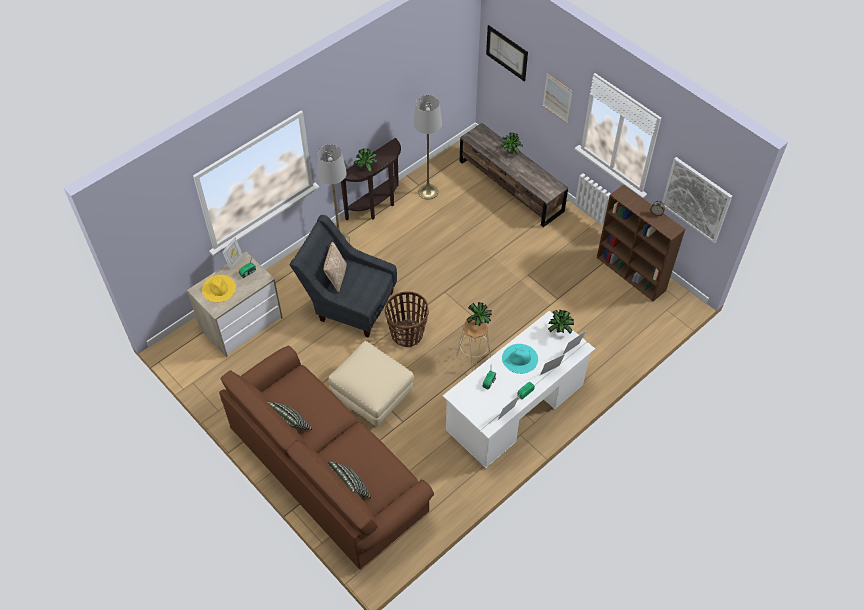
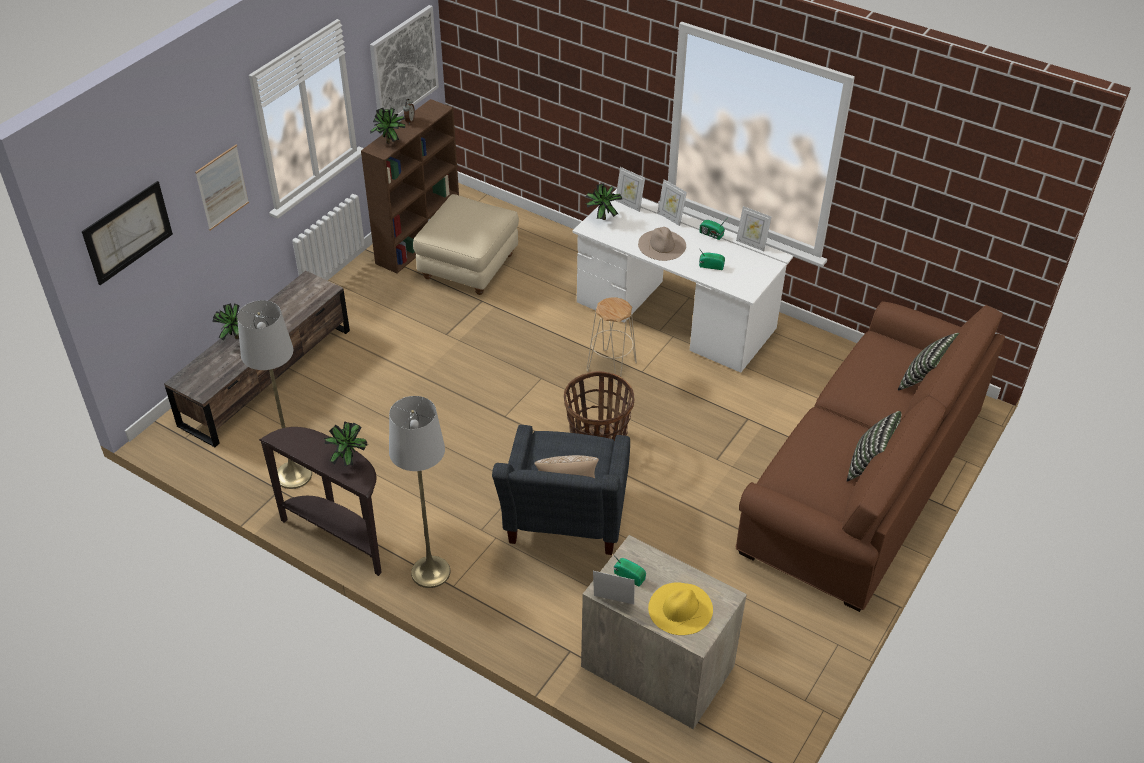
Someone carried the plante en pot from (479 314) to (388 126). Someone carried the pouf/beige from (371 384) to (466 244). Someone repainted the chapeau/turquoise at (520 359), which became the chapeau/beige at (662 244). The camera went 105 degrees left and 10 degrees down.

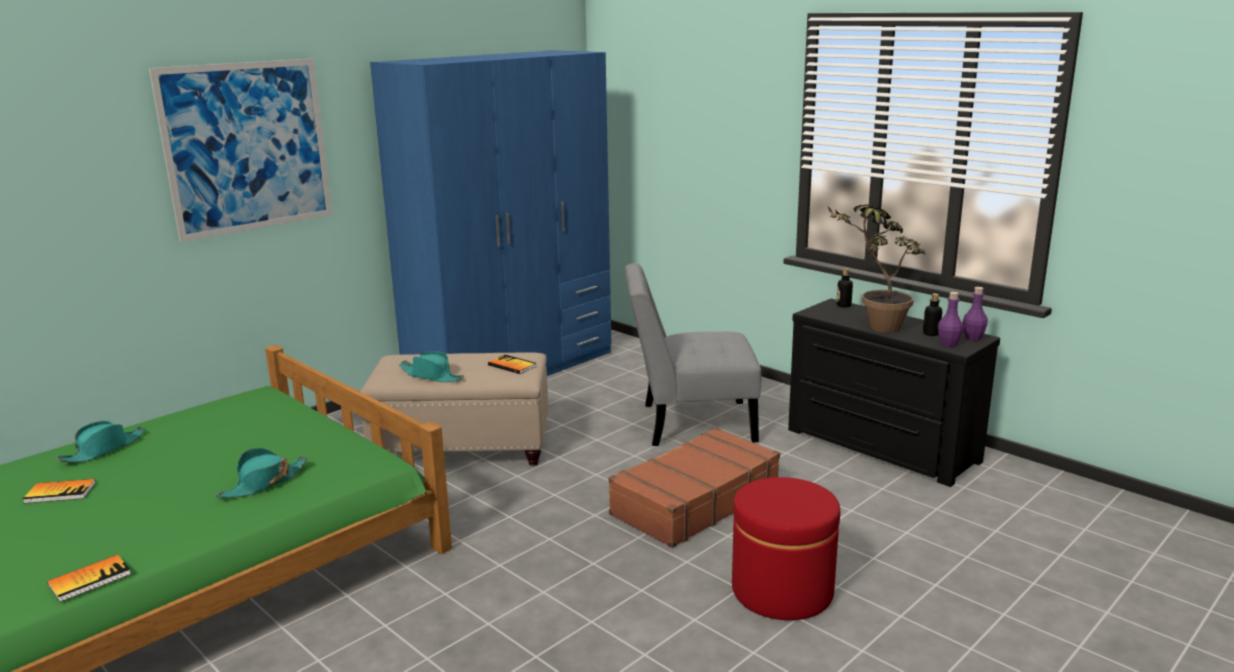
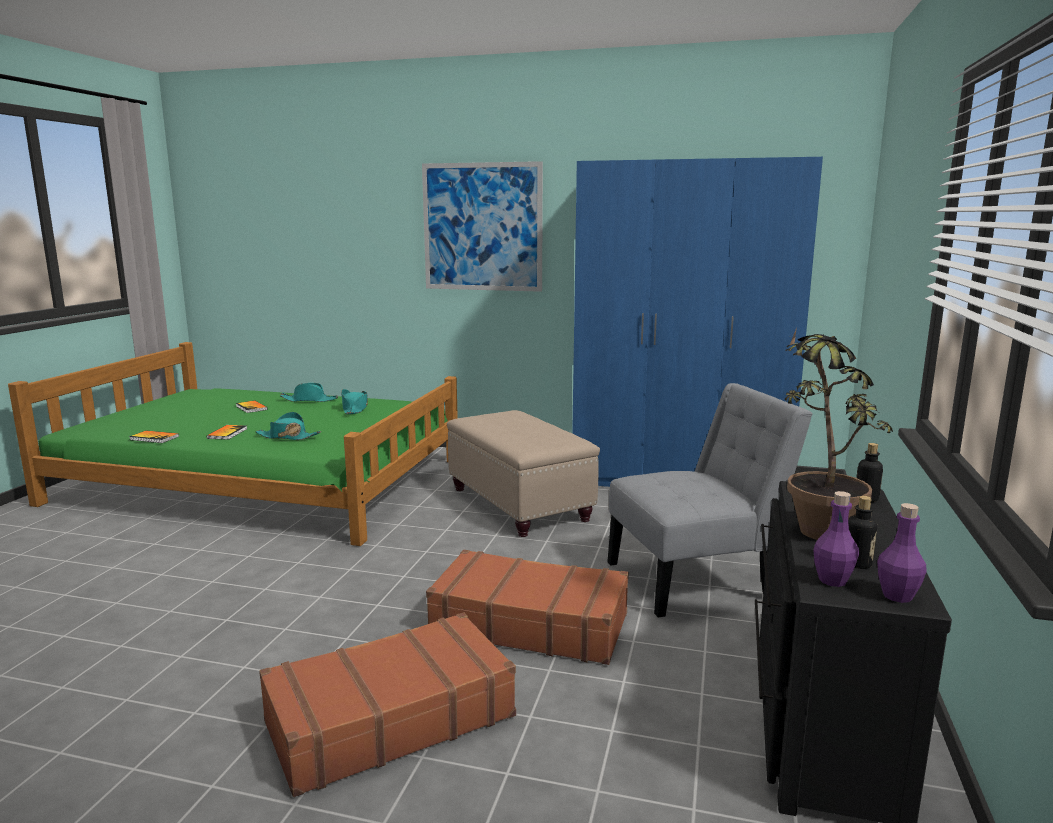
Someone rotated the chaise/gris at (693 354) by 105 degrees clockwise. Someone carried the chapeau/turquoise from (431 366) to (354 401). Someone carried the livre from (512 364) to (226 432). Someone swapped the pouf/rouge at (786 548) for the valise/marron at (387 704). The camera went 60 degrees right and 5 degrees down.

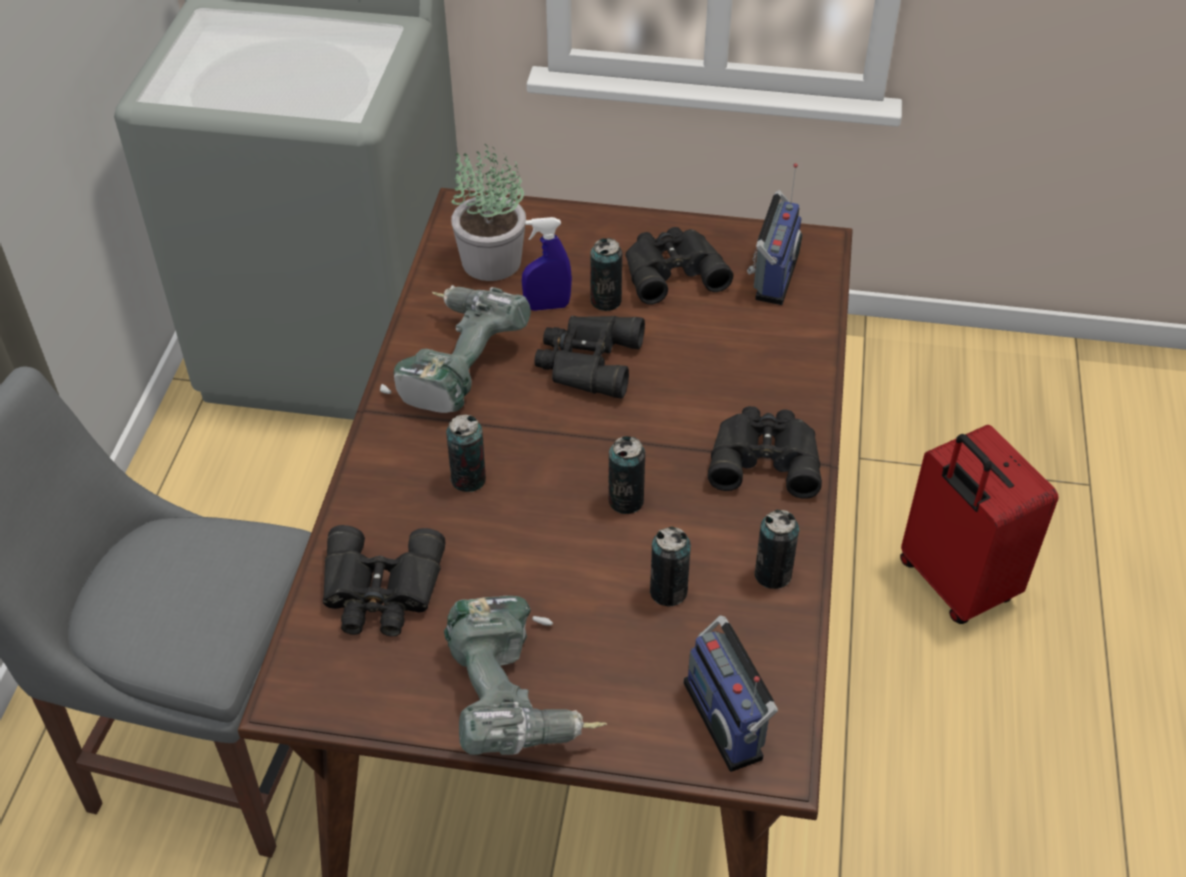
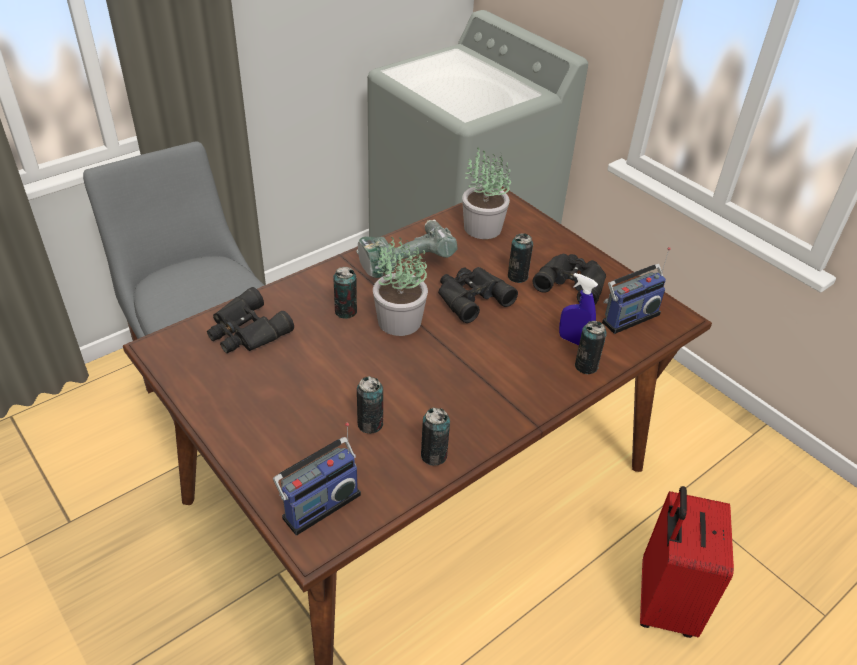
Someone carried the vaporisateur/bleu from (547 264) to (578 309). Someone took away the jumelles/noir at (765 452). Someone carried the boîte métallique from (627 475) to (591 347). Someone took away the perceuse at (525 675). Someone rotated the radio at (731 693) by 150 degrees counterclockwise. Someone put down the plante en pot at (400 286). The camera went 40 degrees right and 5 degrees down.

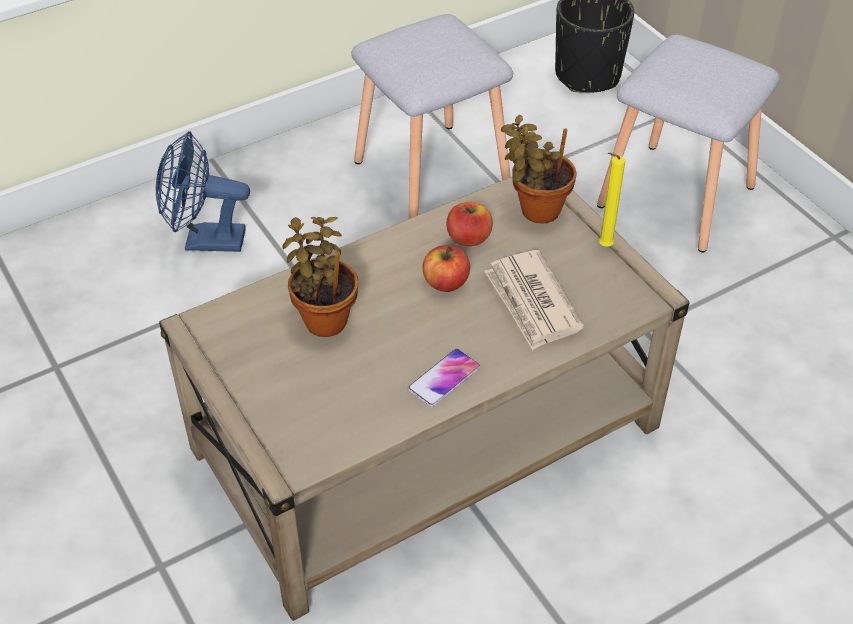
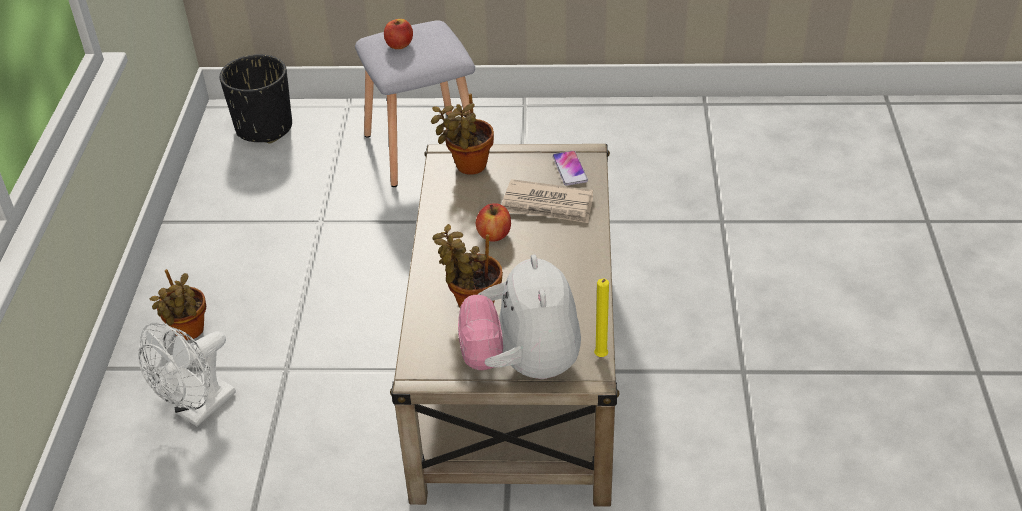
Someone took away the tabouret/gris at (432 116). Someone repainted the ventilateur/bleu at (203 191), which became the ventilateur/blanc at (187 374). Someone carried the bougie/jaune from (612 200) to (601 318). Someone carried the pomme from (469 224) to (398 34). Someone carried the téléphone from (444 378) to (570 168). Someone put down the peluche at (519 316). Someone put down the plante en pot at (178 304). The camera went 55 degrees left and 5 degrees down.

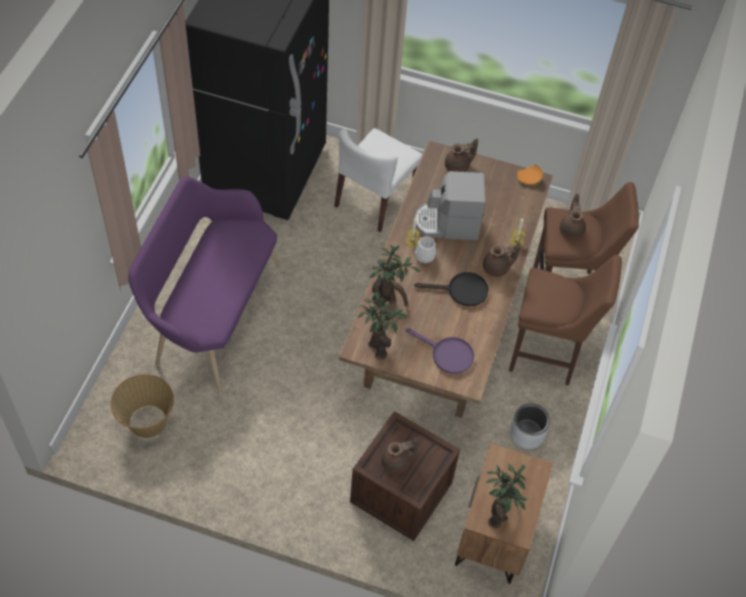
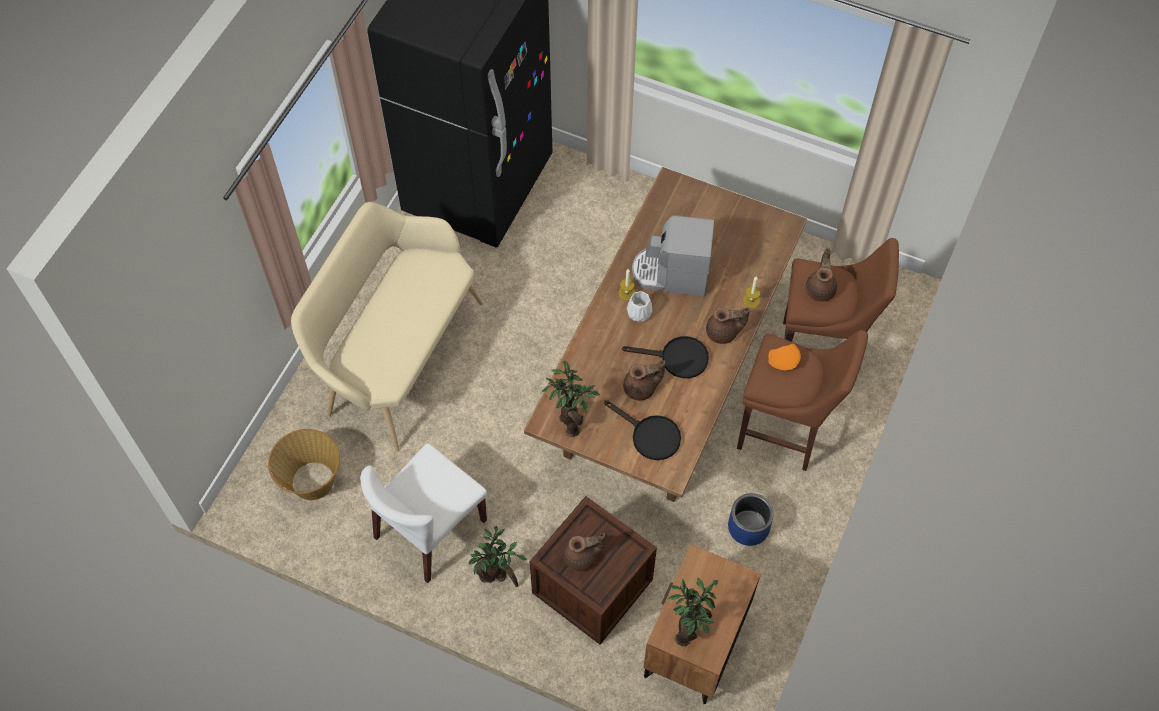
Someone carried the chaise/blanc from (378 180) to (424 513). Someone carried the théière/marron from (461 155) to (644 380). Someone carried the assiette/orange from (530 174) to (784 356). Someone repainted the banc/violet at (204 284), which became the banc/beige at (387 327). Someone carried the plante en pot from (394 276) to (497 556). Someone repainted the poêle/violet at (439 351), which became the poêle/noir at (642 430). Someone repainted the cache-pot/gris at (530 426), which became the cache-pot/bleu at (751 519). The camera went 10 degrees right and 5 degrees up.

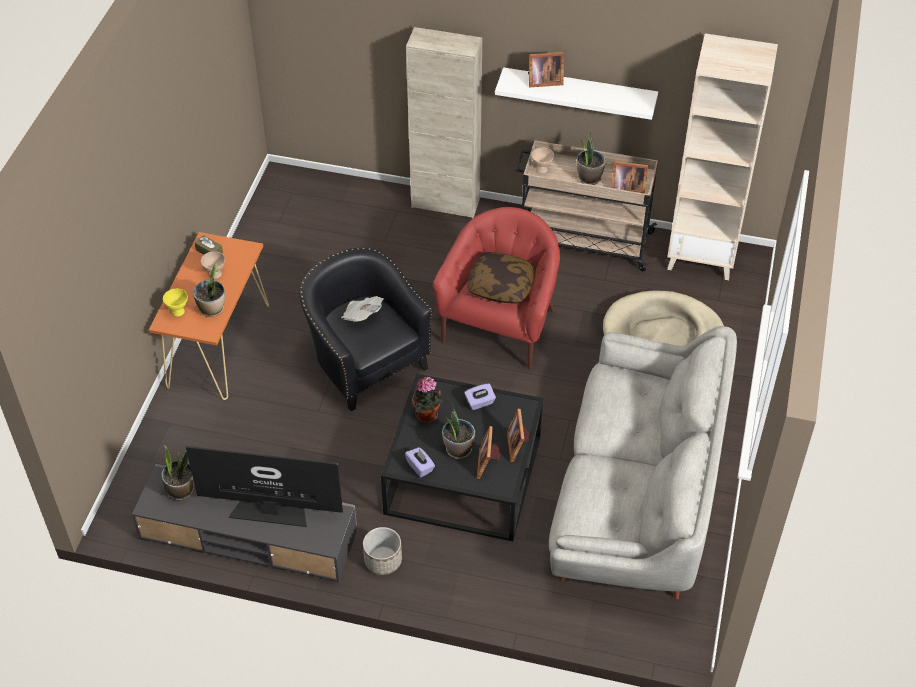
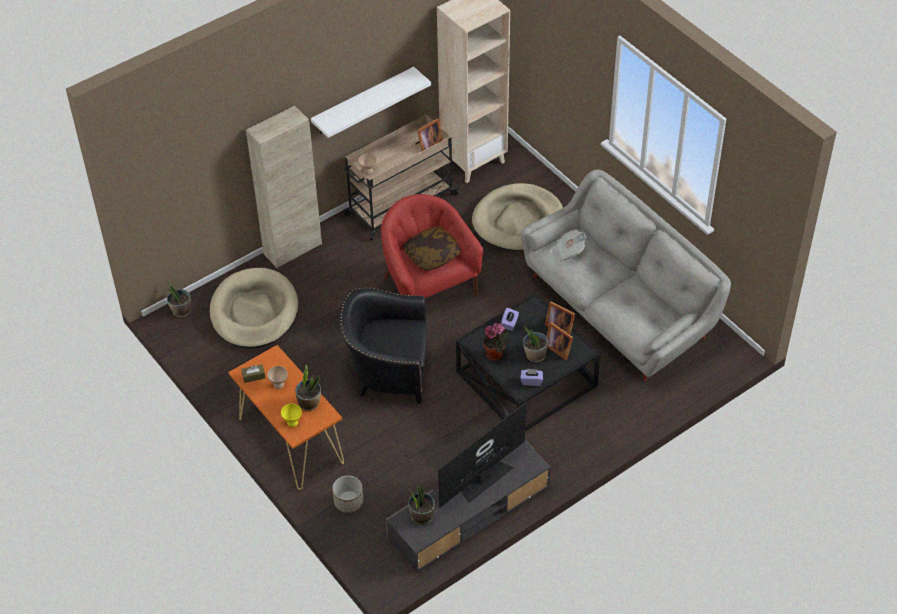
Someone took away the cadre photo at (546 69). Someone carried the plante en pot from (591 158) to (179 298). Someone carried the journal from (362 309) to (568 246). Someone carried the cache-pot from (382 551) to (347 494). Someone put down the panier pour chien/beige at (254 308). The camera went 50 degrees left and 0 degrees up.

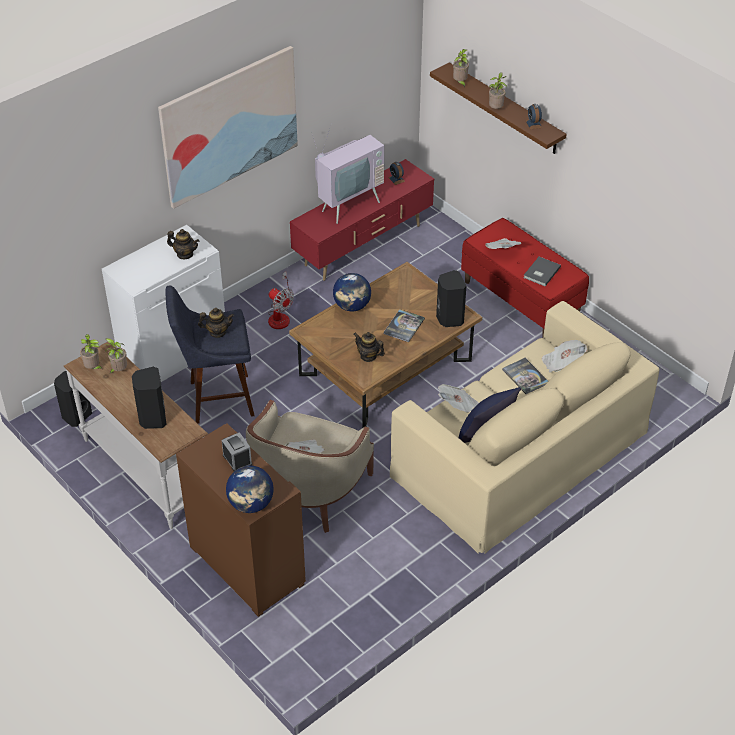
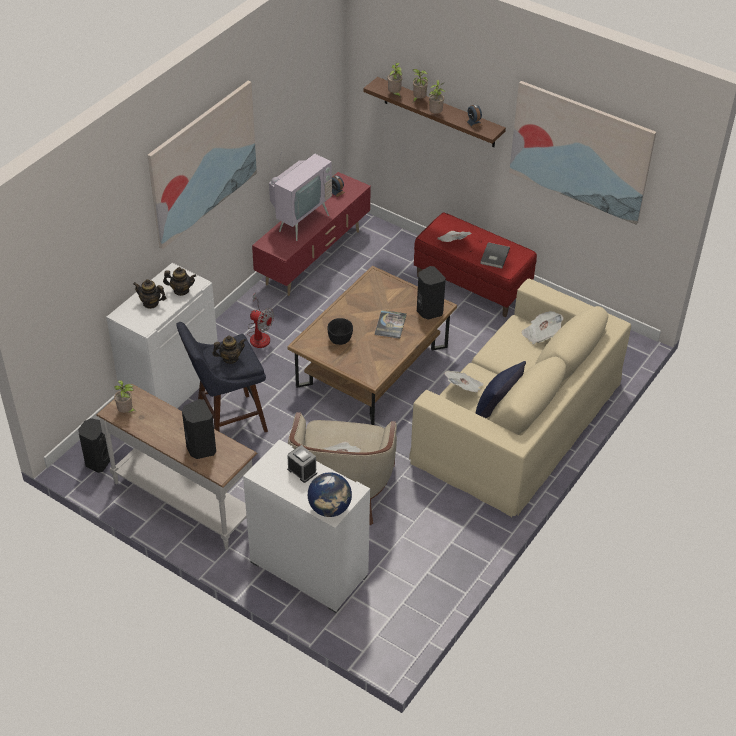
Someone took away the globe at (352 292). Someone carried the théière from (369 347) to (149 294). Someone carried the plante en pot from (114 356) to (420 85). Someone took away the livre at (525 376). Someone repainted the meuble de rangement/marron at (241 520), which became the meuble de rangement/blanc at (306 526). Someone put up the tableau at (582 153). Someone put down the bol/noir at (340 331). The camera went 15 degrees left and 0 degrees up.

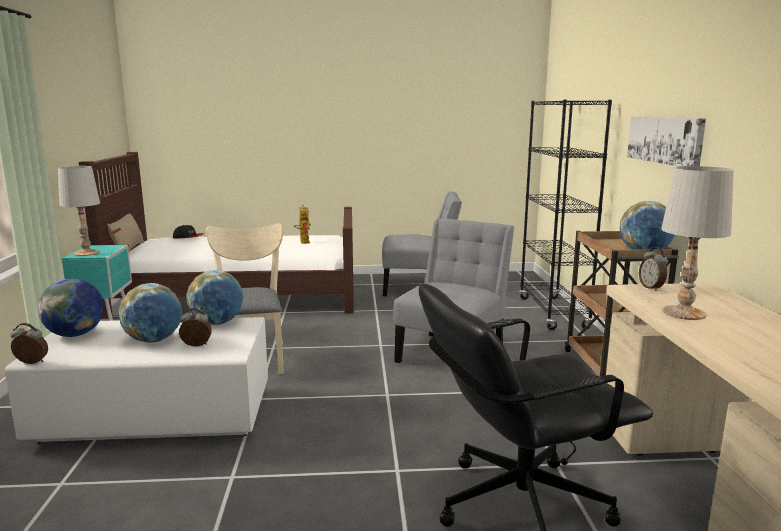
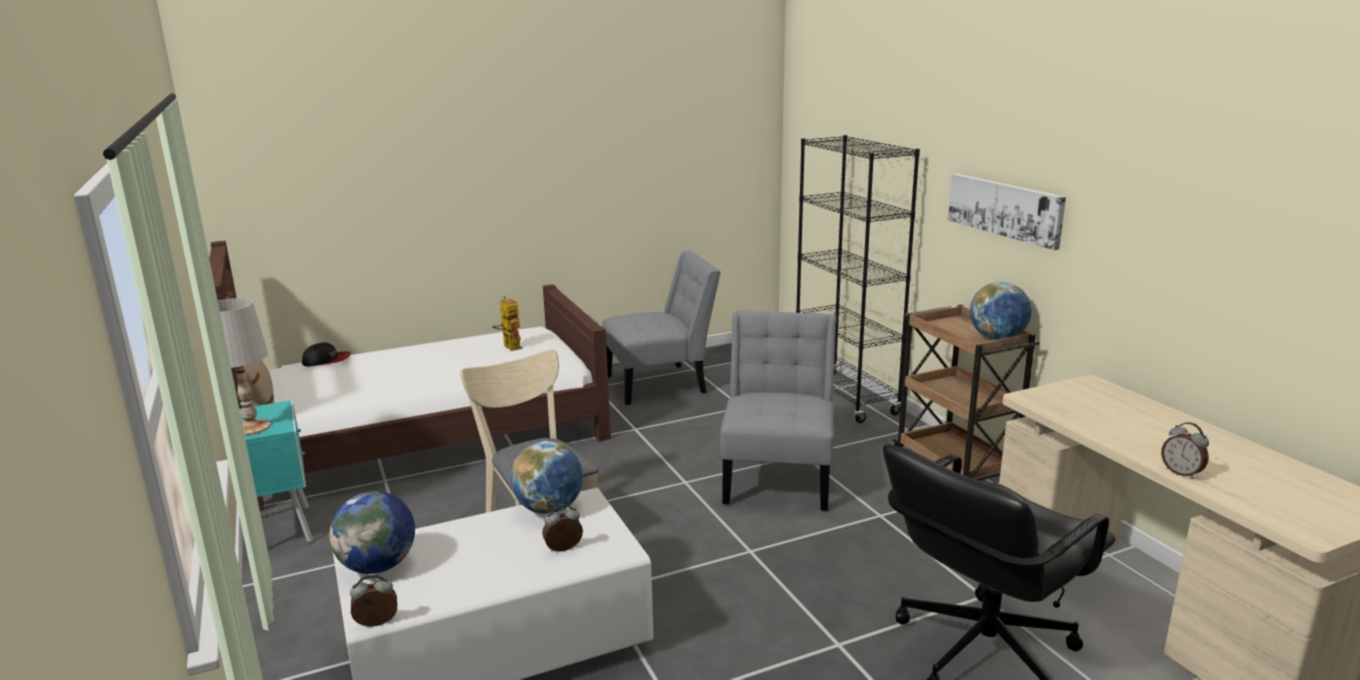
Someone took away the lampe de table/blanc at (697 243). Someone carried the réveil from (653 269) to (1185 450). Someone took away the globe at (150 313). The camera went 20 degrees left and 5 degrees up.

